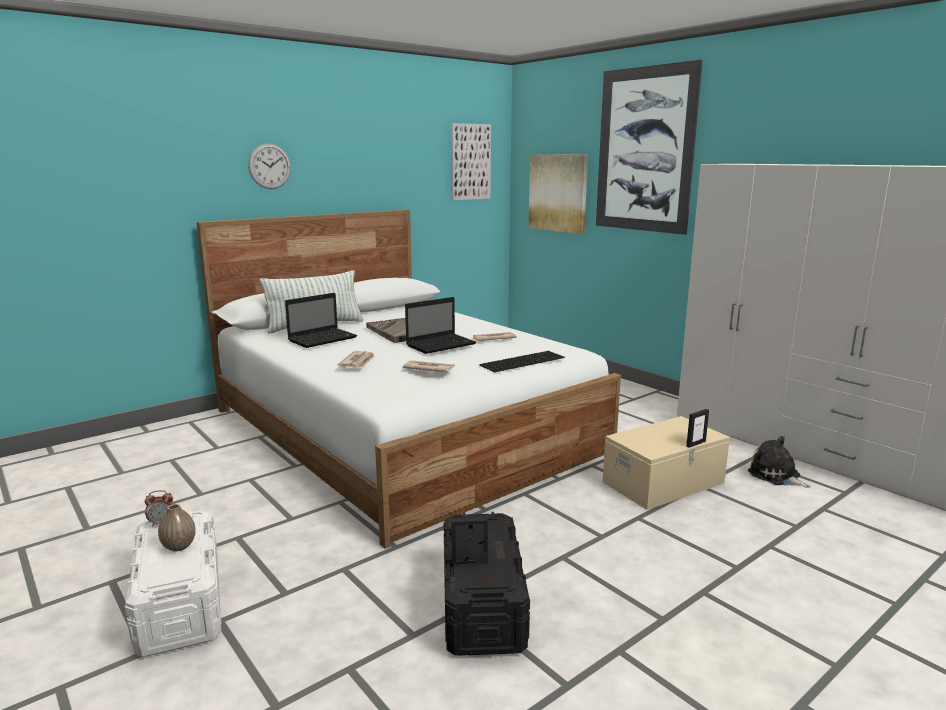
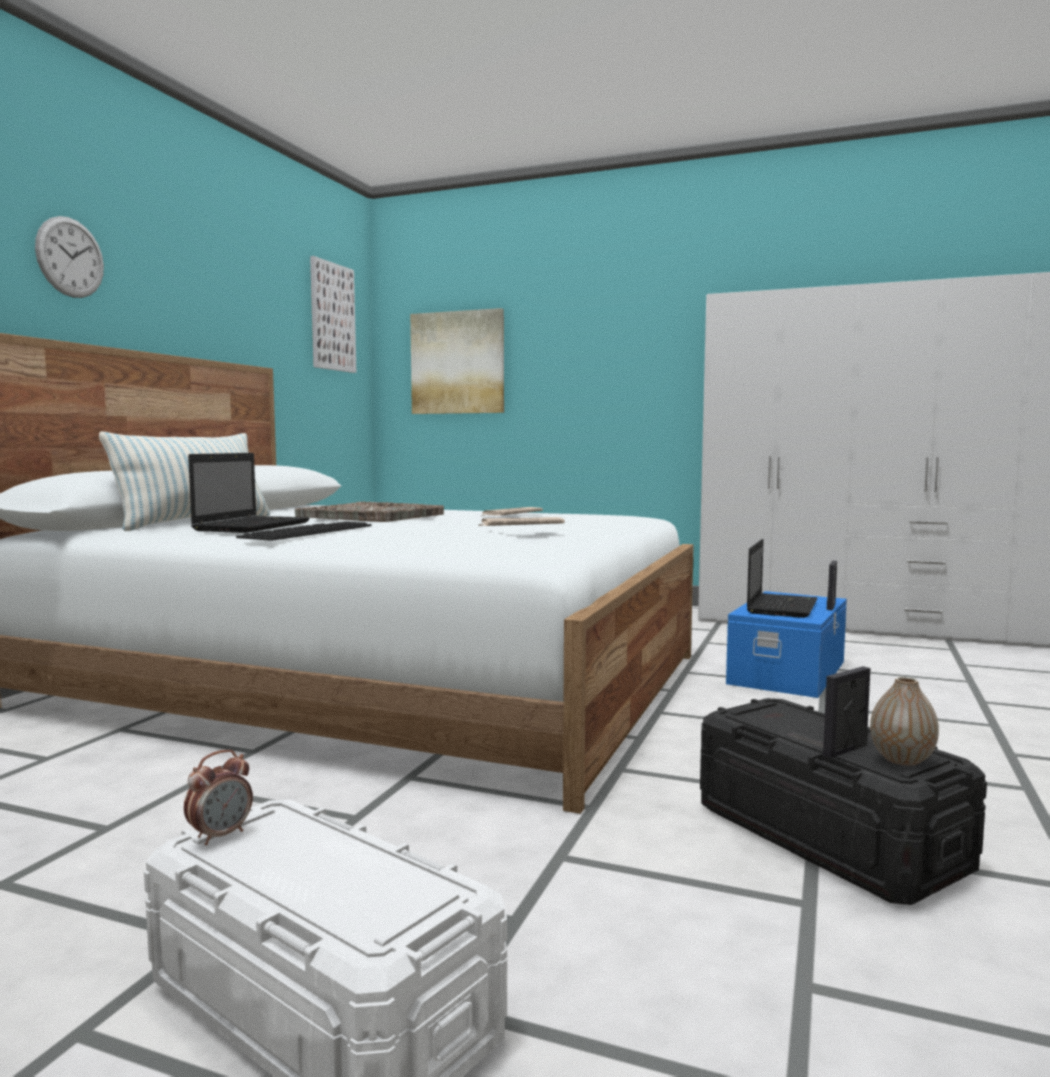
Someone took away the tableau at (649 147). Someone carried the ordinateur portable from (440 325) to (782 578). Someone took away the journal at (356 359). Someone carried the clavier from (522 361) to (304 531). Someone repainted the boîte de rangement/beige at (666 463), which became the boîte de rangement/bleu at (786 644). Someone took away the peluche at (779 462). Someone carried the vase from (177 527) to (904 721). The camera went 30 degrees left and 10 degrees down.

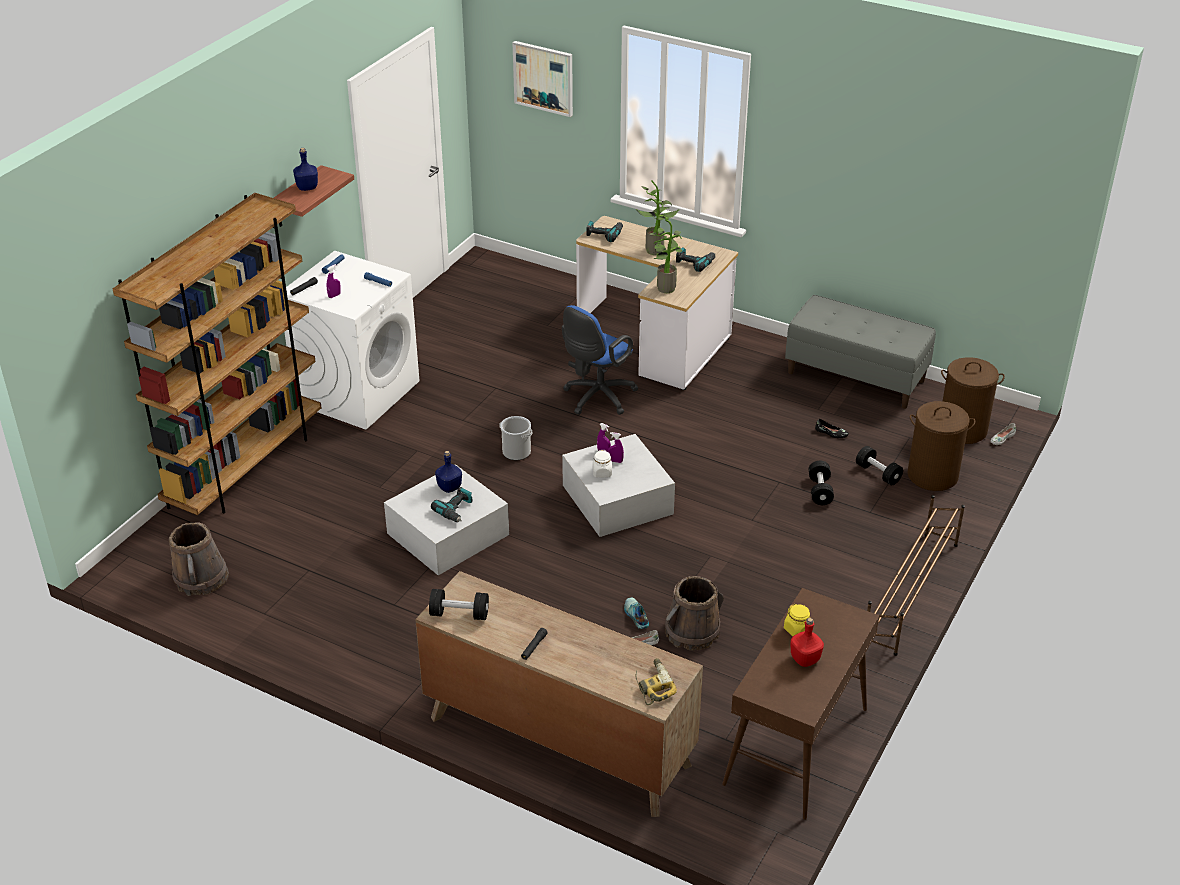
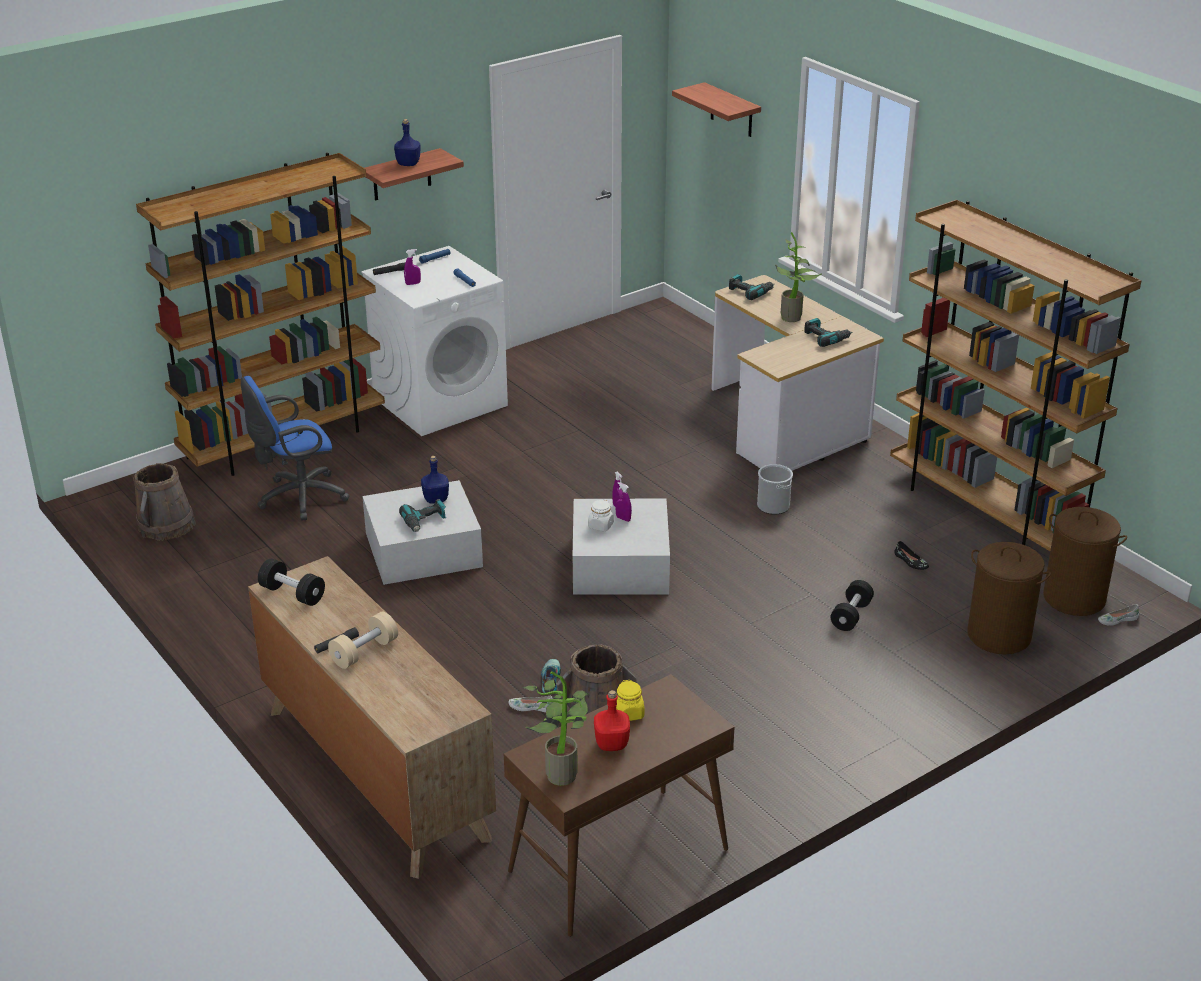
Someone swapped the tableau at (542 79) for the étagère at (716 109). Someone carried the plante en pot from (665 256) to (555 728). Someone swapped the banc/gris at (860 352) for the bibliothèque/marron at (1016 375). Someone carried the chaise de bureau/bleu from (600 360) to (295 448). Someone carried the seau from (515 438) to (775 489). Someone took away the haltère/noir at (879 465). Someone took away the étagère à chaussures/marron at (916 575). Someone took away the perceuse at (656 681). Someone put down the haltère/beige at (363 640). The camera went 25 degrees right and 5 degrees down.

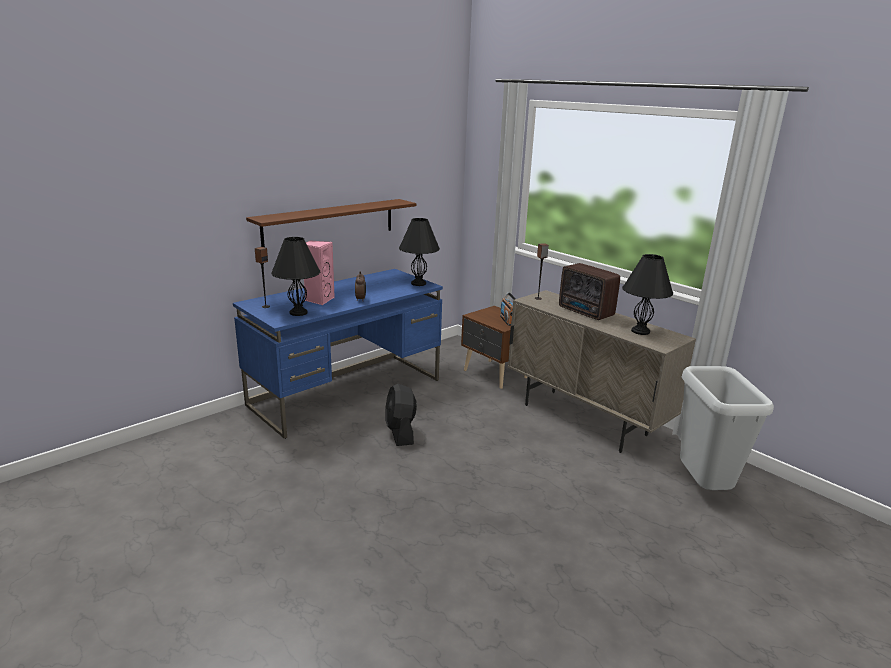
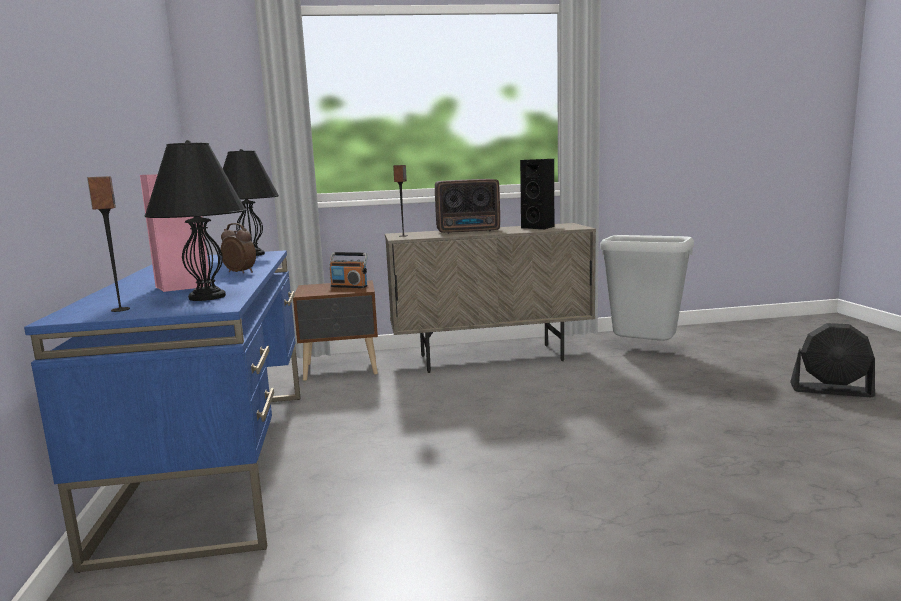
Someone took away the étagère/marron at (331 223). Someone swapped the lampe de table/noir at (647 294) for the enceinte/noir at (537 194). Someone carried the ventilateur/noir from (401 415) to (832 360). The camera went 55 degrees left and 10 degrees down.

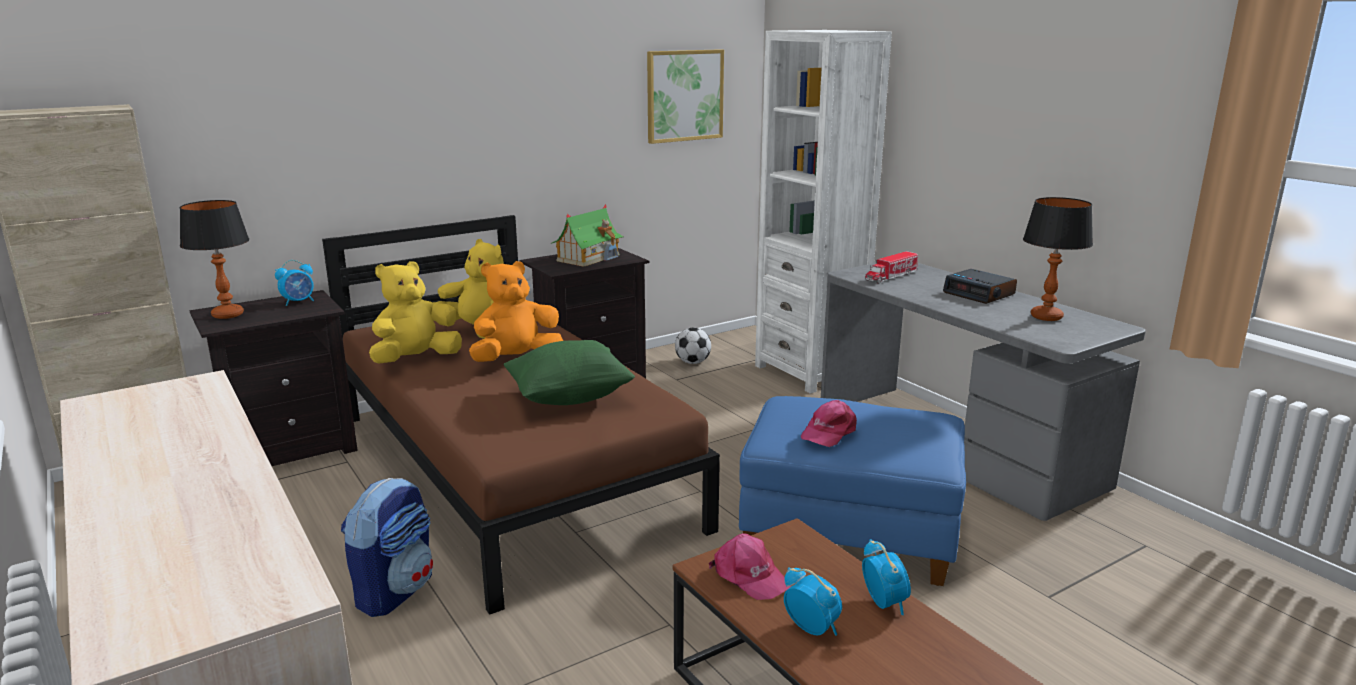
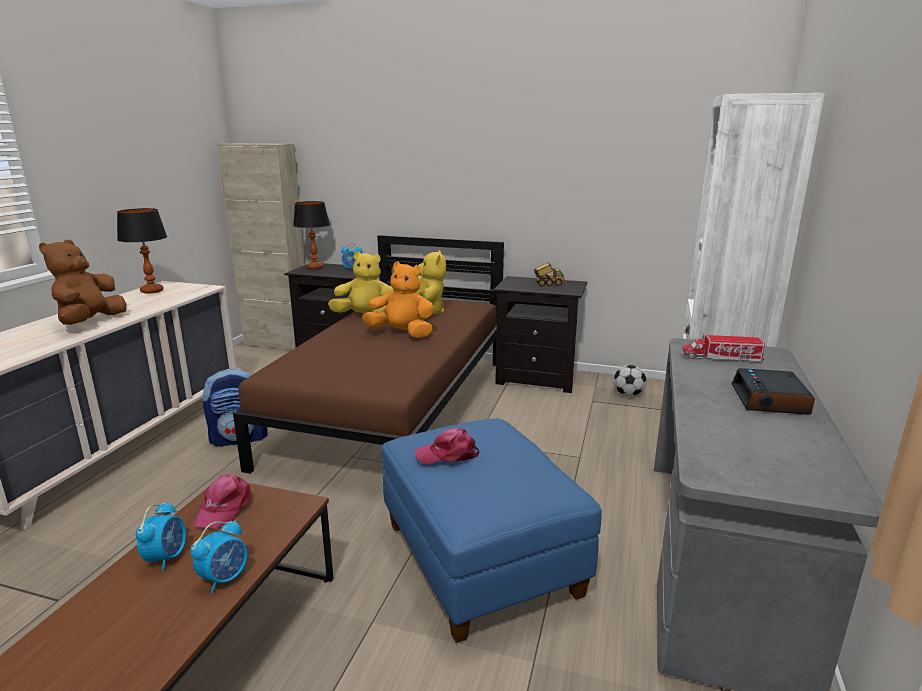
Someone took away the tableau at (685 96). Someone carried the lampe de table from (1058 259) to (142 251). Someone swapped the maison miniature at (587 235) for the camion jouet at (549 274). Someone took away the coussin/vert at (569 372). Someone put down the peluche/marron at (82 282). The camera went 50 degrees right and 0 degrees up.

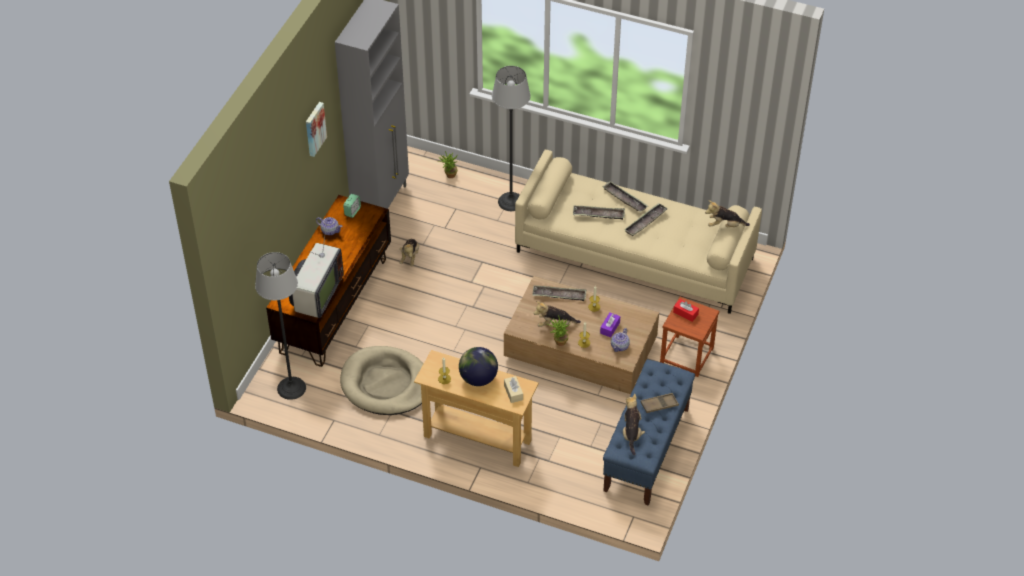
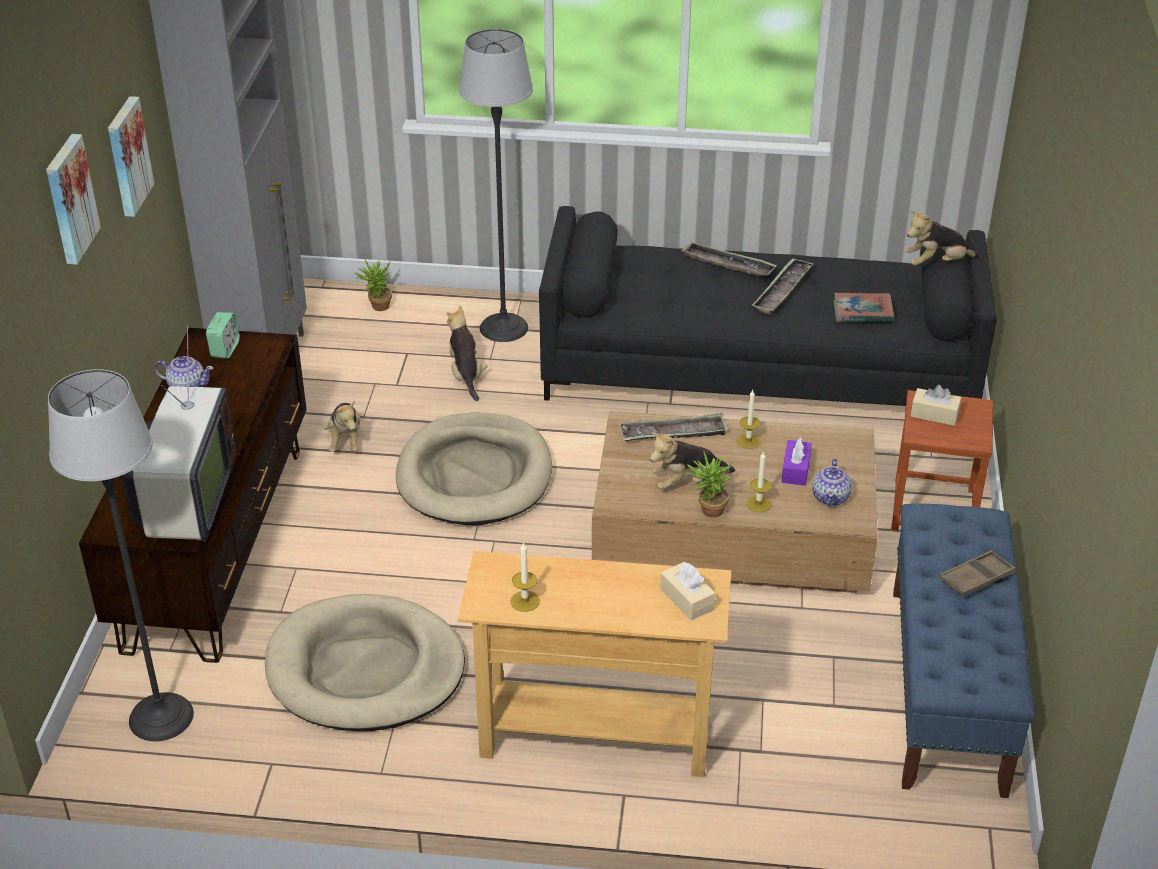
Someone repainted the canapé/beige at (638 232), which became the canapé/noir at (768 306). Someone took away the plateau at (599 213). Someone repainted the boîte à mouchoirs/rouge at (686 310), which became the boîte à mouchoirs/beige at (936 405). Someone took away the globe at (478 366). Someone carried the peluche from (634 424) to (467 353). Someone put up the tableau at (73 199). Someone put down the livre at (863 308). Someone put down the panier pour chien/beige at (474 468). The camera went 15 degrees left and 10 degrees down.

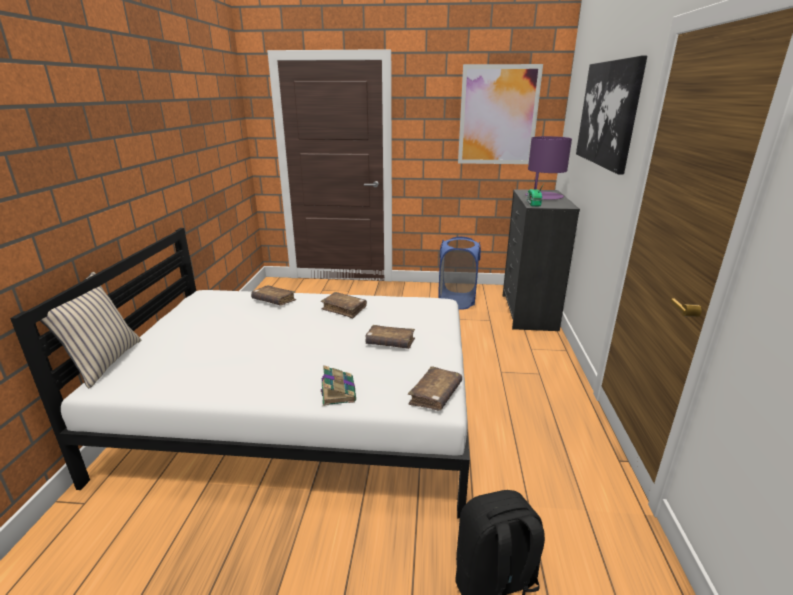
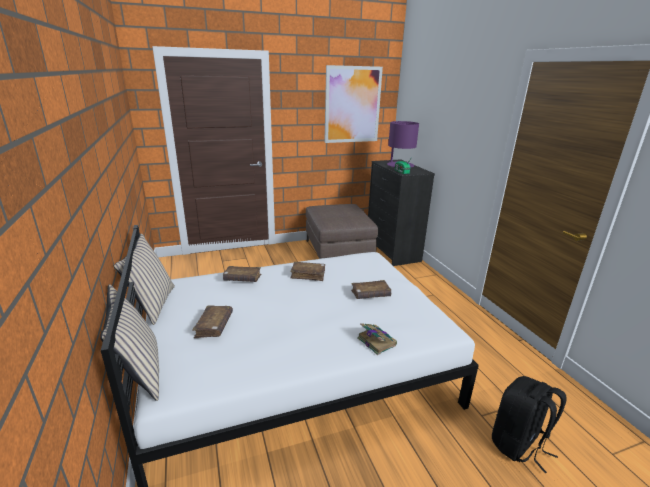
Someone took away the tableau at (611 115). Someone swapped the panier à linge/bleu at (459 273) for the pouf/marron at (342 231). Someone carried the livre/marron from (435 388) to (212 321). Someone put down the coussin/beige at (144 279). The camera went 25 degrees left and 0 degrees up.

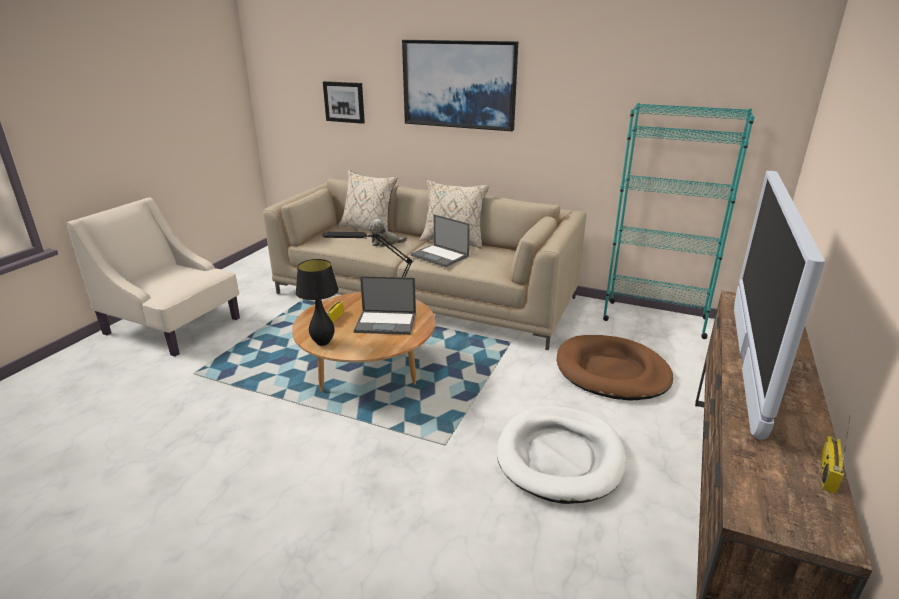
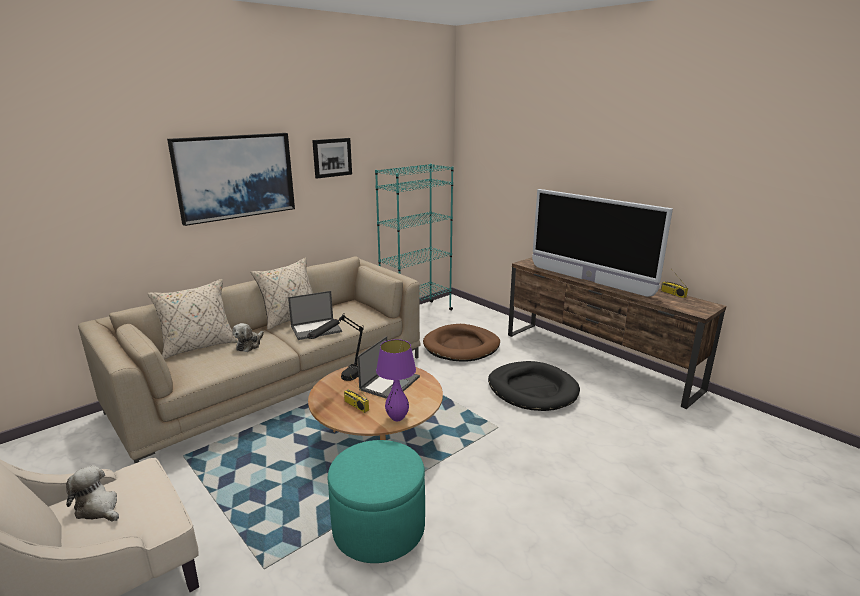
Someone carried the tableau from (344 102) to (332 158). Someone repainted the lampe de table/noir at (317 302), which became the lampe de table/violet at (396 380). Someone repainted the panier pour chien/blanc at (561 455), which became the panier pour chien/noir at (534 386). Someone put down the pouf/turquoise at (376 501). Someone put down the peluche at (92 493). The camera went 65 degrees left and 5 degrees down.

